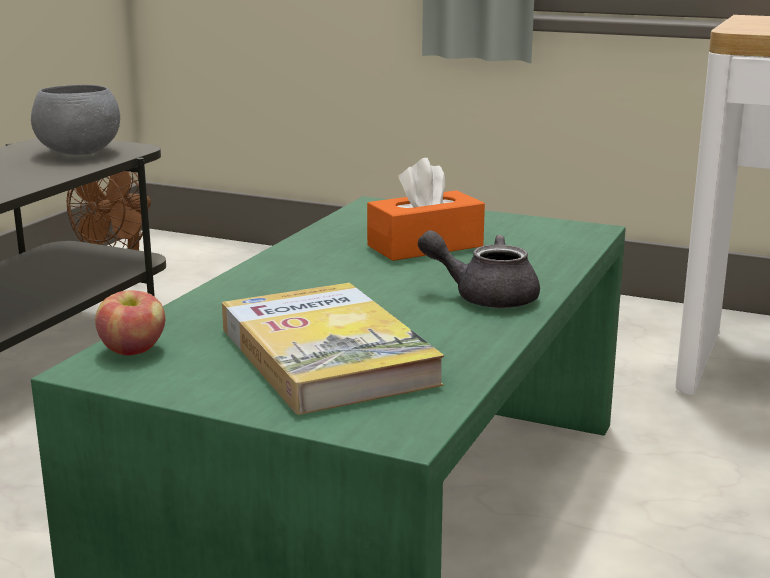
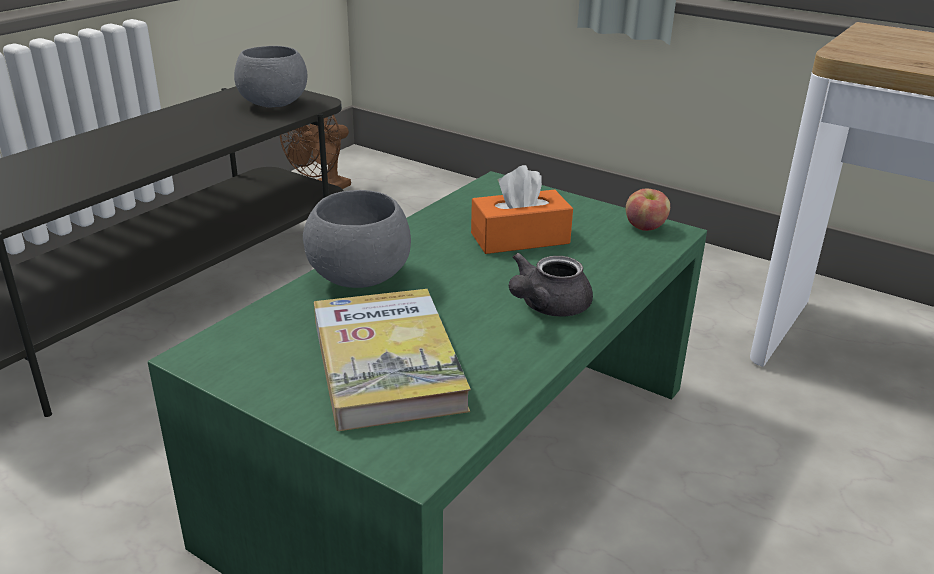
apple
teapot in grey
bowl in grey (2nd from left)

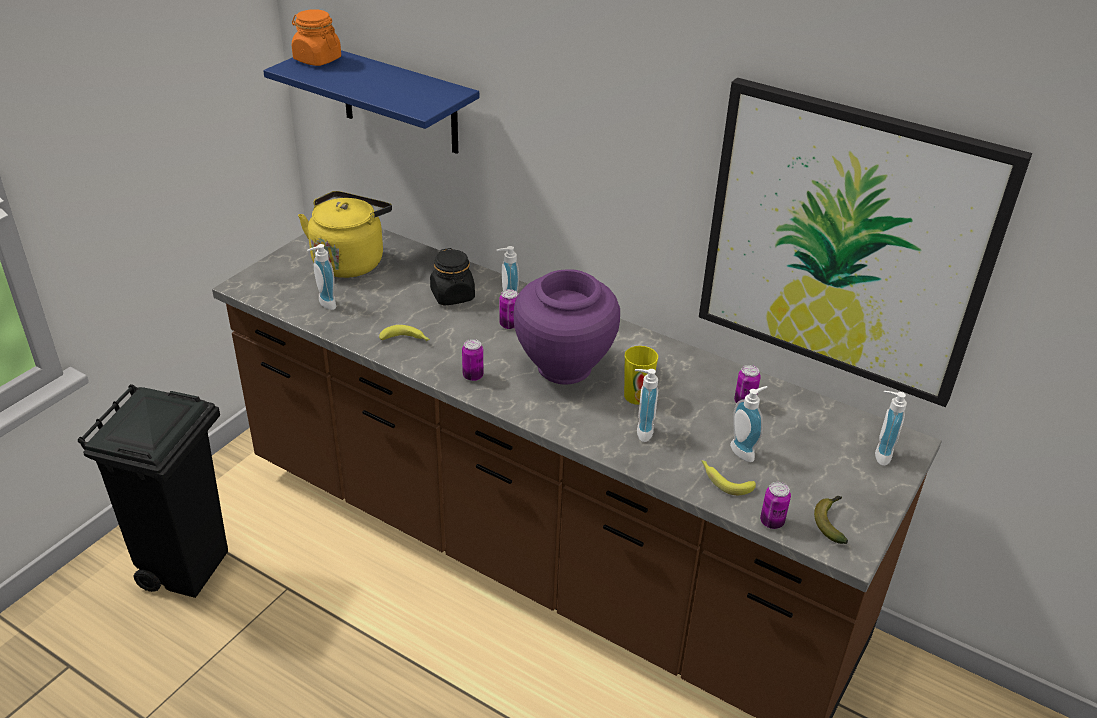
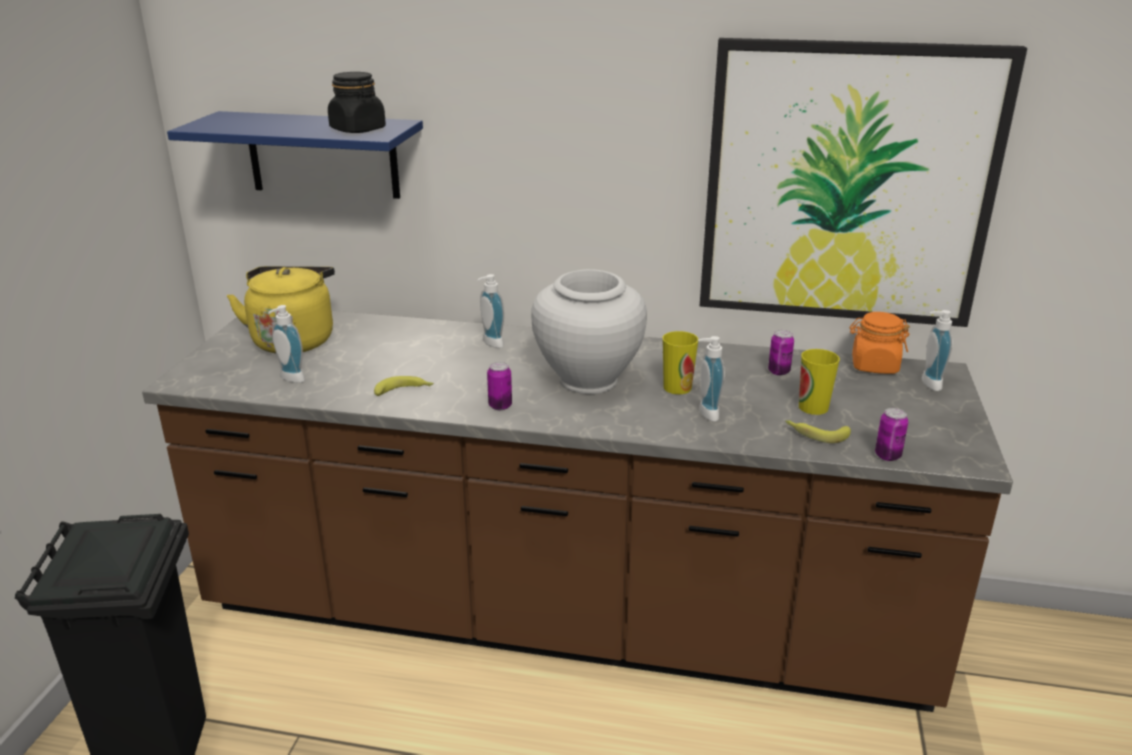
jar in orange
jar in black
can (2nd from left in the first image)
vase in white
cup (2nd from left)
banana (3rd from left in the first image)

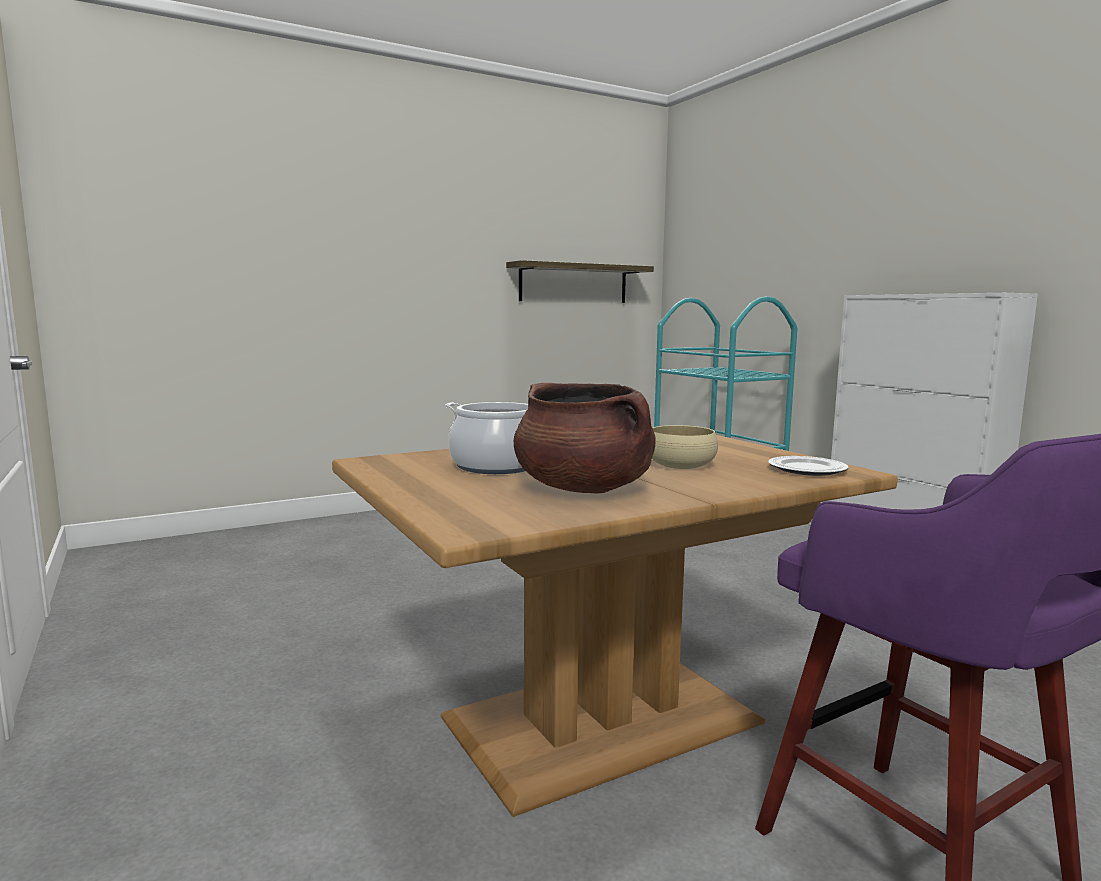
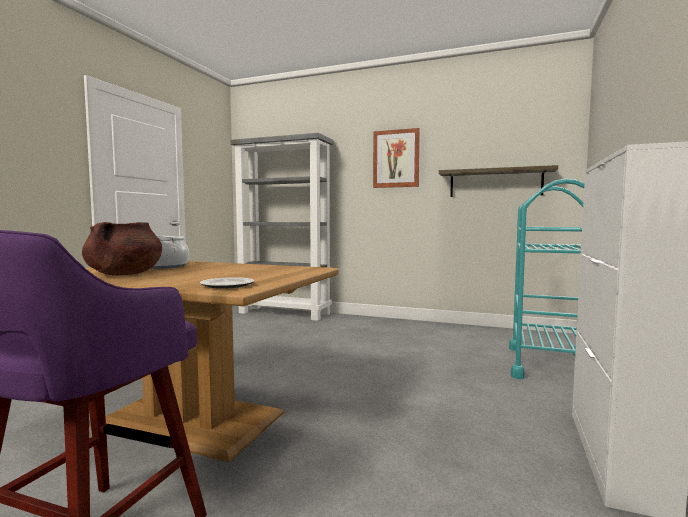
bowl in beige
bookcase in grey
picture

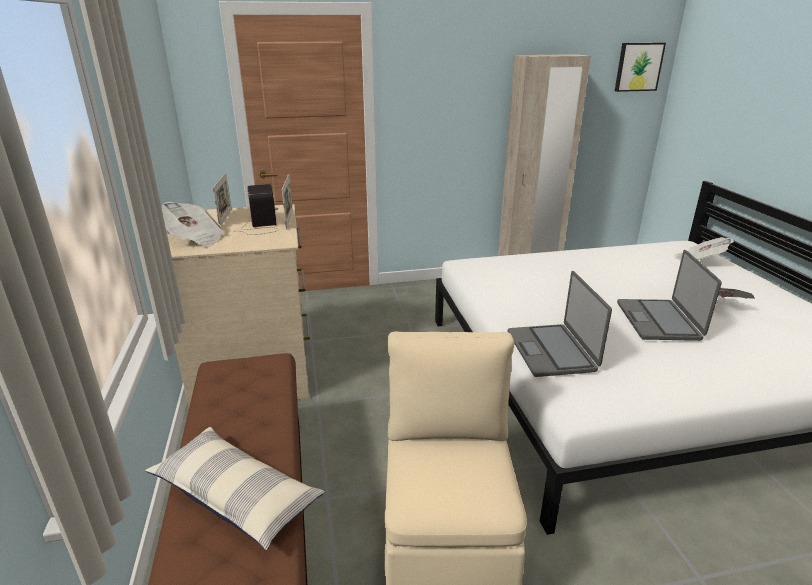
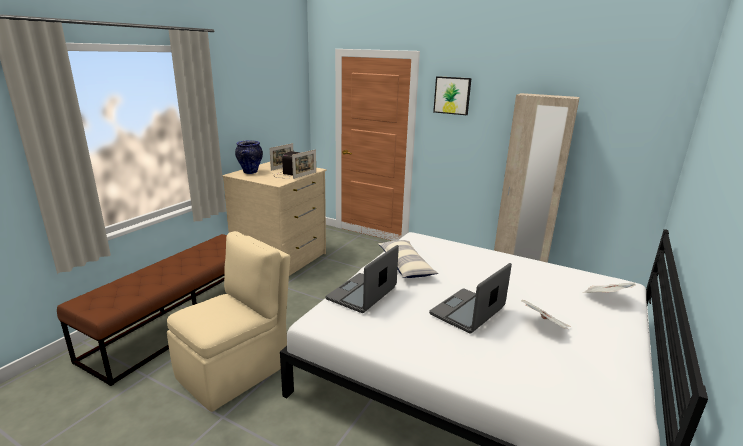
pillow
vase
picture

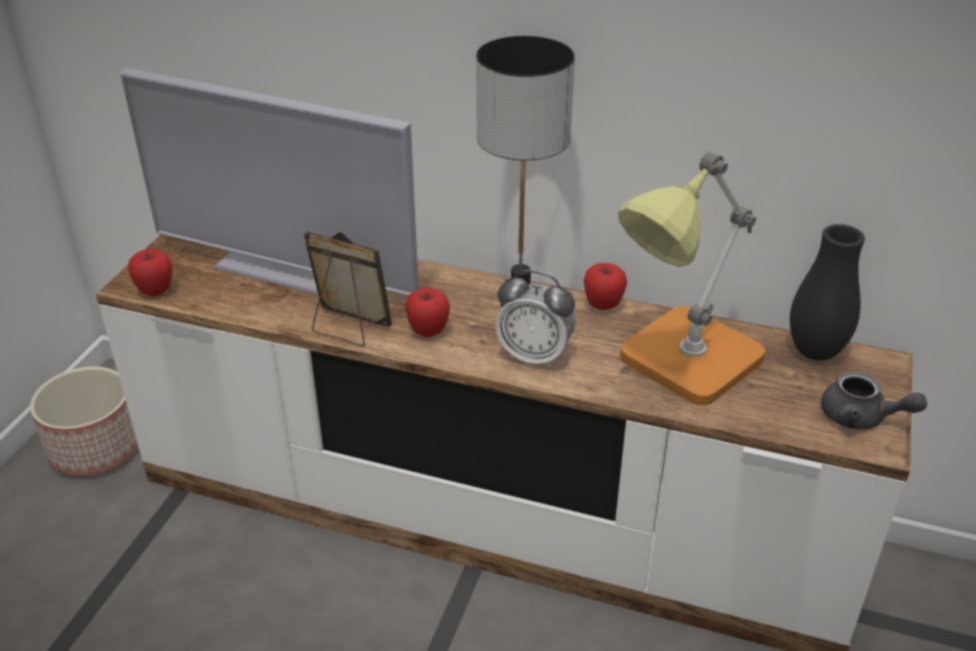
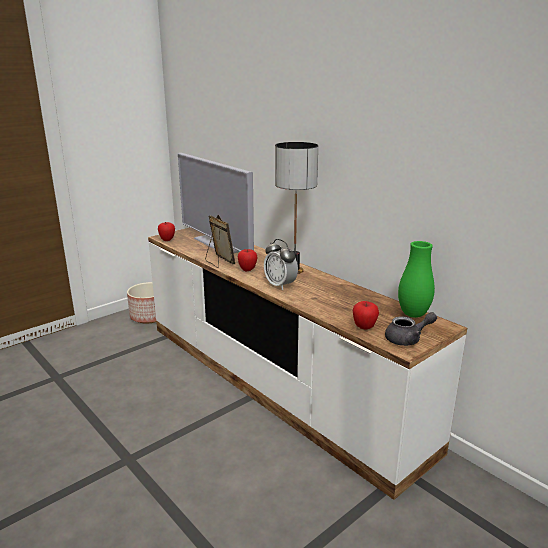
apple (3rd from left)
table lamp (2nd from left in the first image)
vase in green
teapot in grey

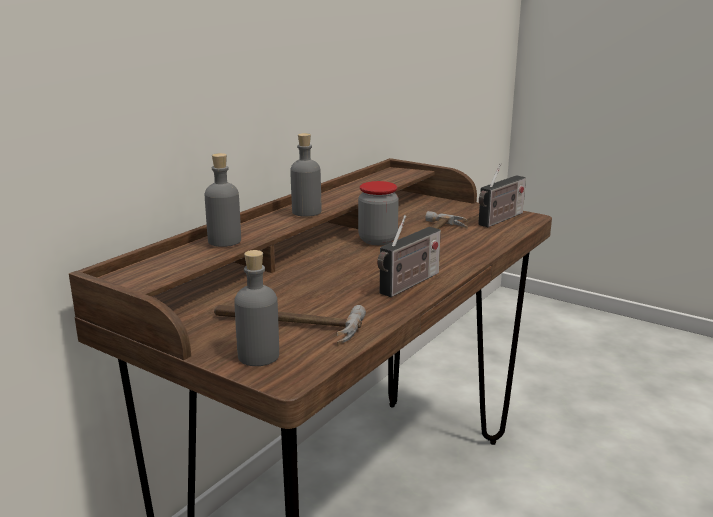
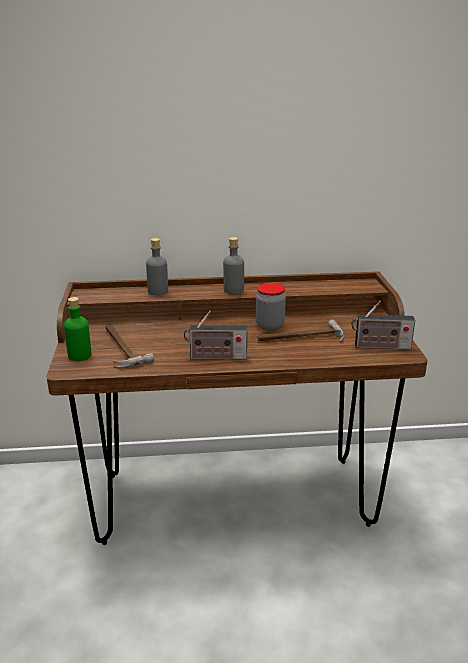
bottle in green

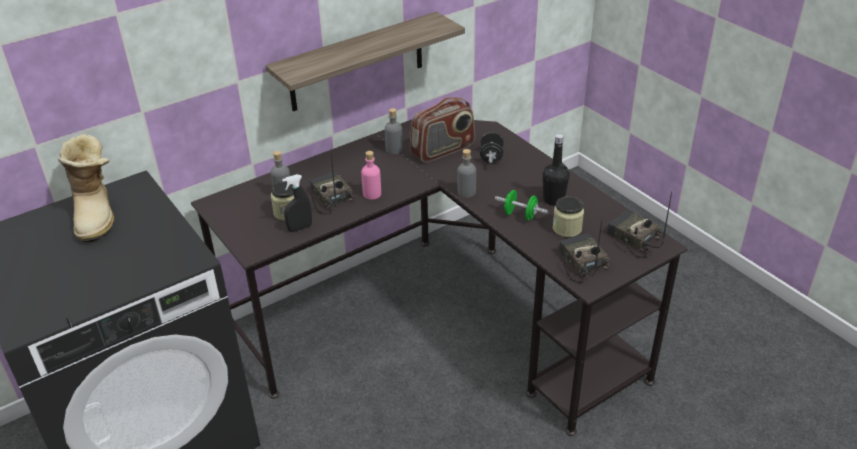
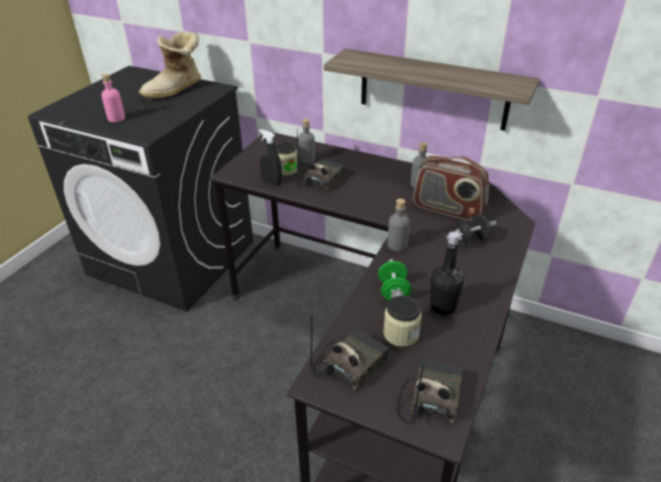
bottle in pink

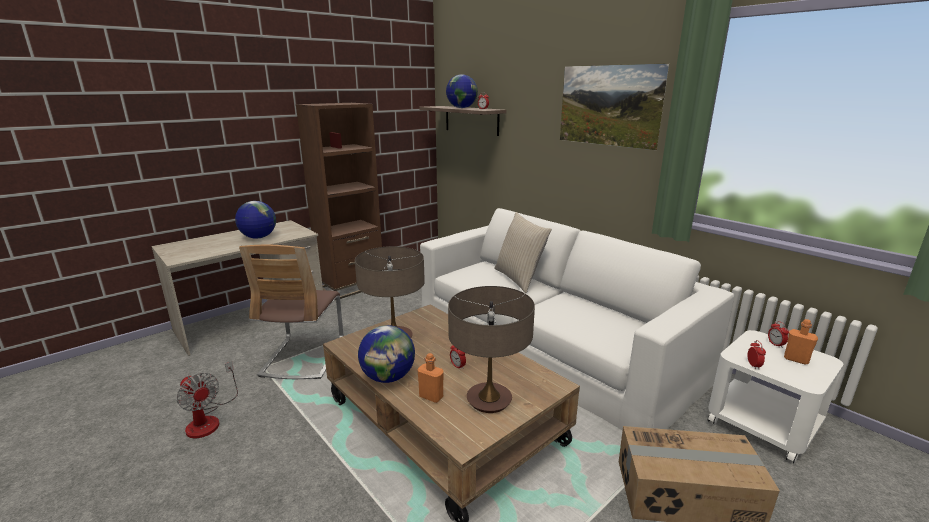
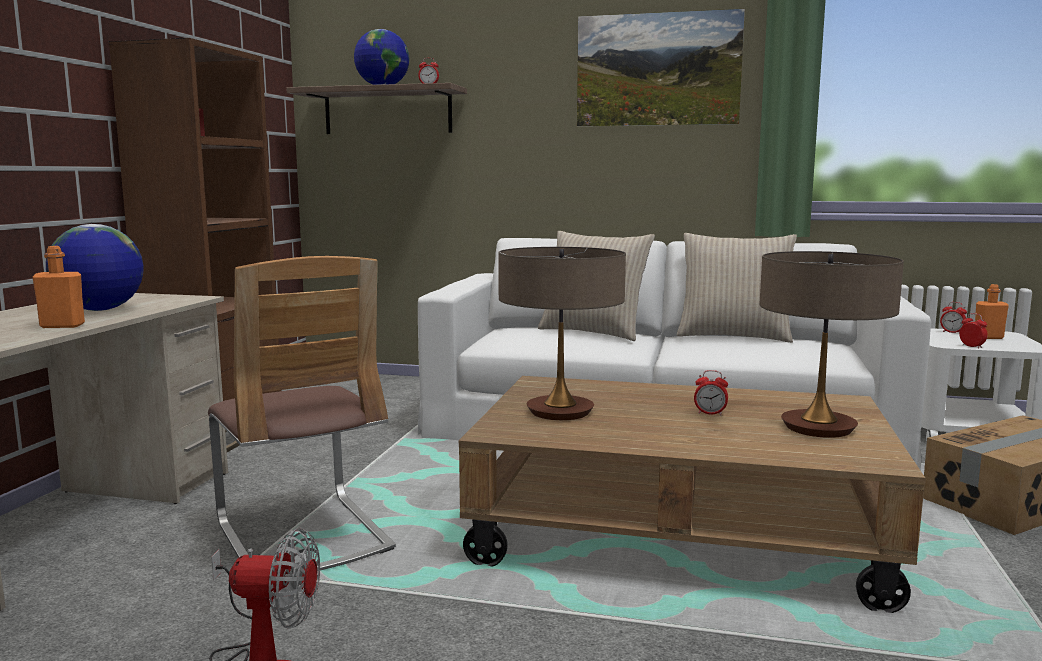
globe (2nd from left in the first image)
bottle in orange (1st from left)
pillow in beige (2nd from left)

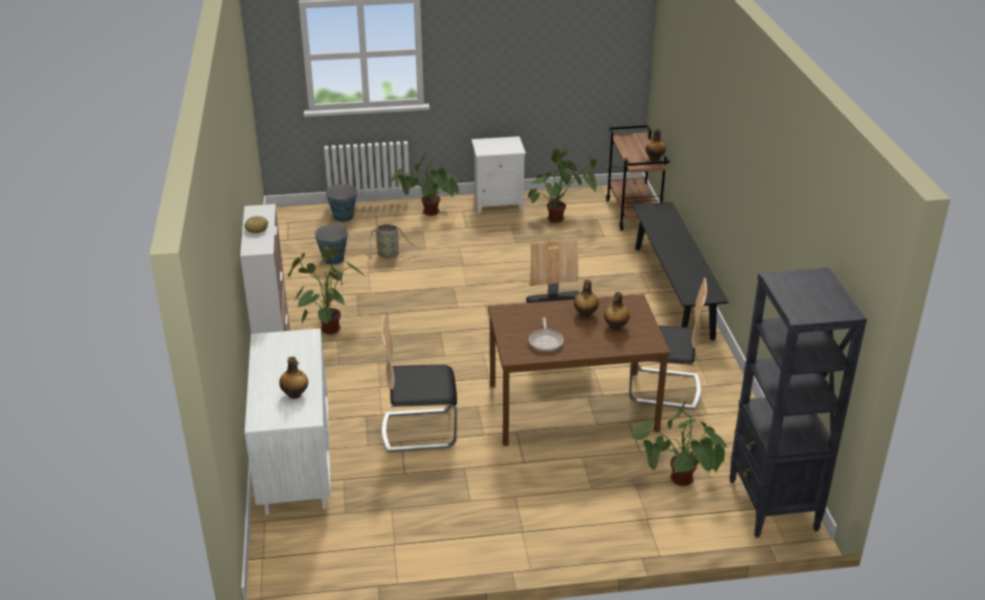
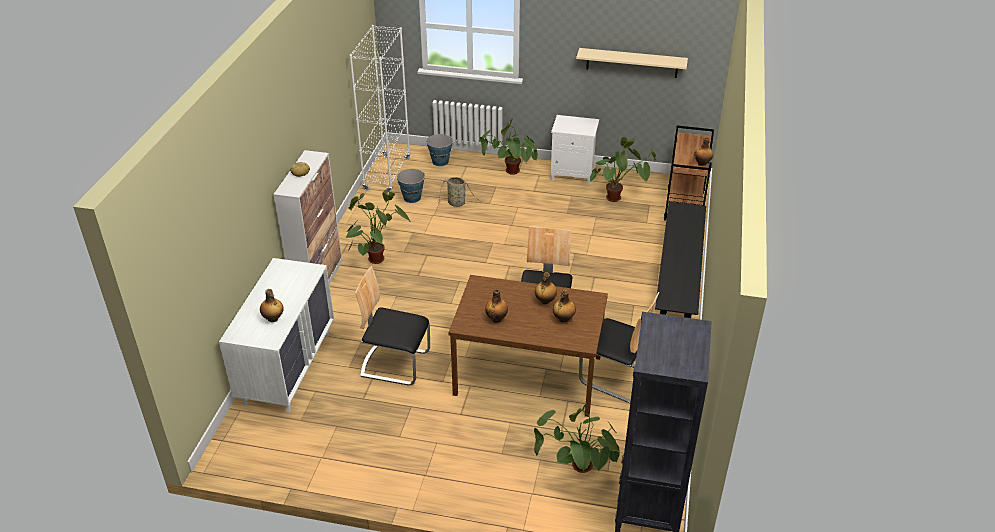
bottle (2nd from left)
bookcase in white
shelf in beige

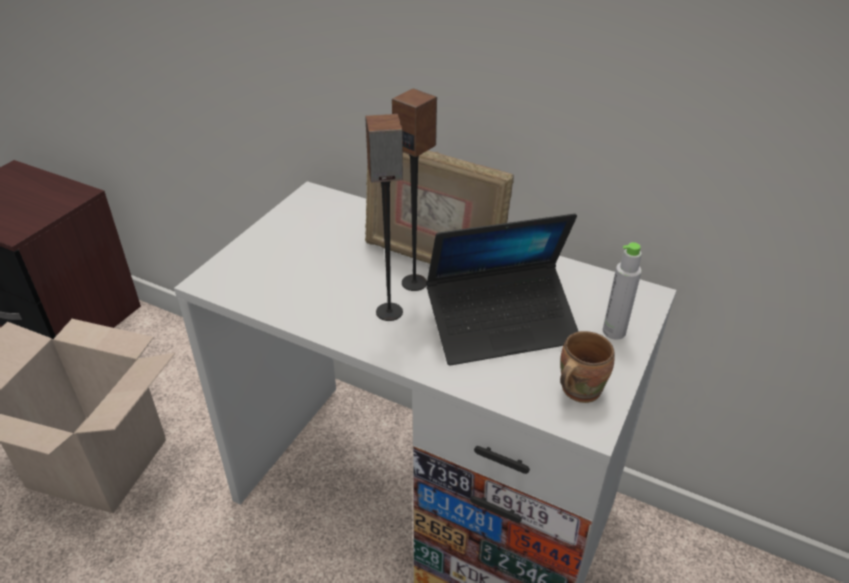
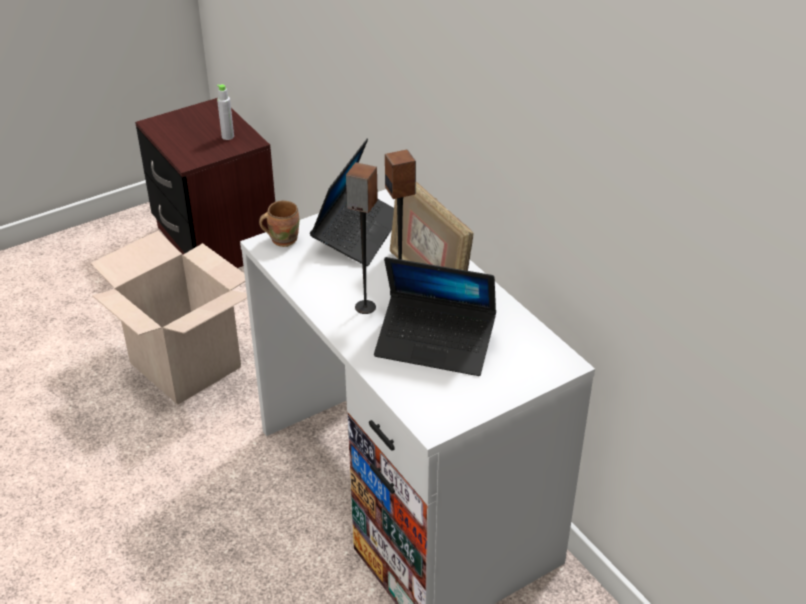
mug in brown
bottle in grey
laptop (1st from left)

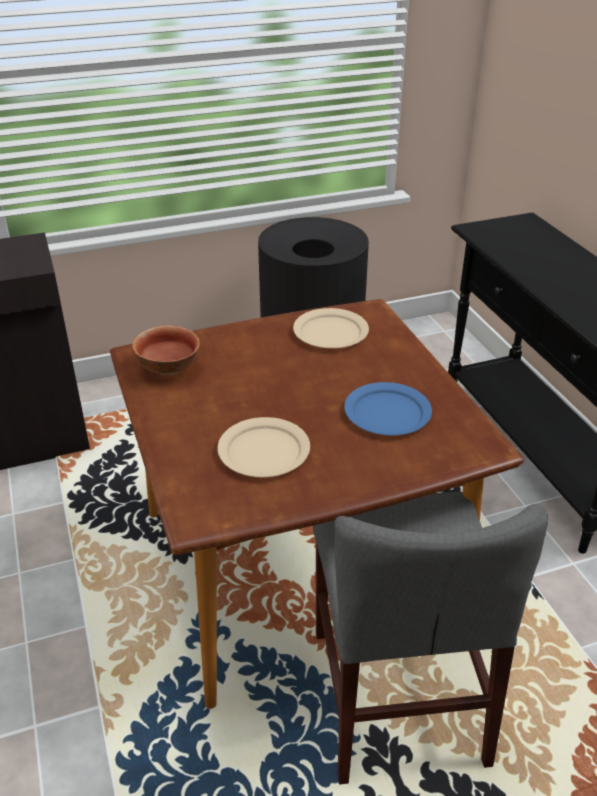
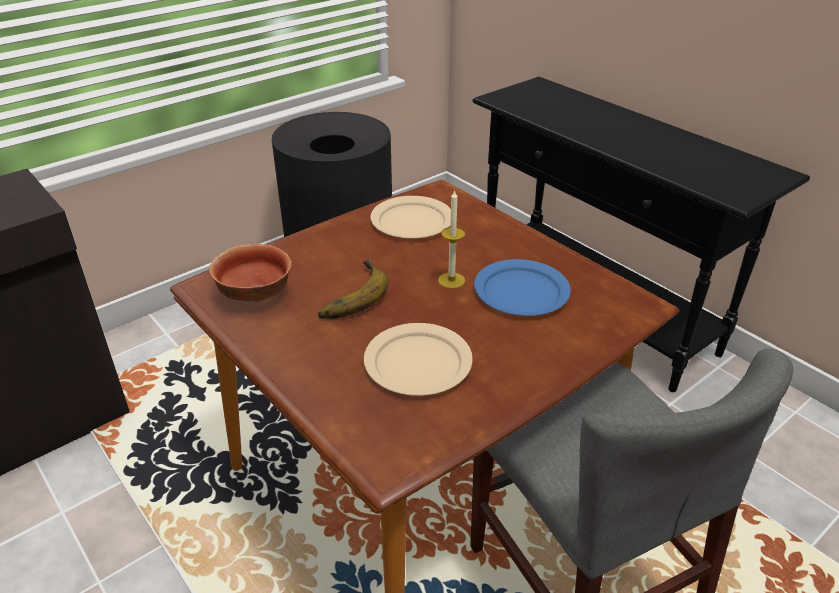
banana
candle

